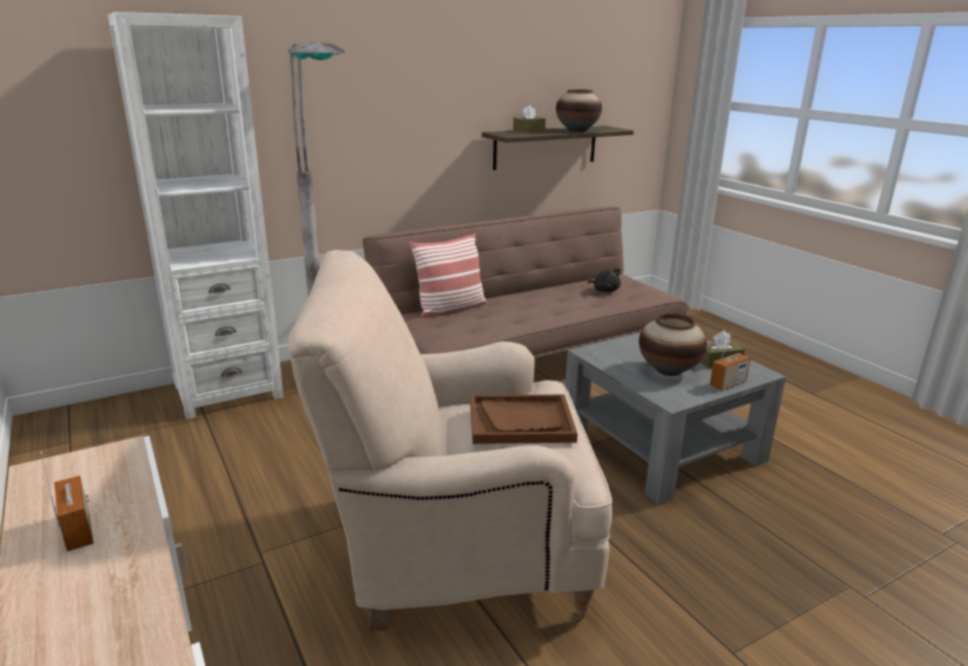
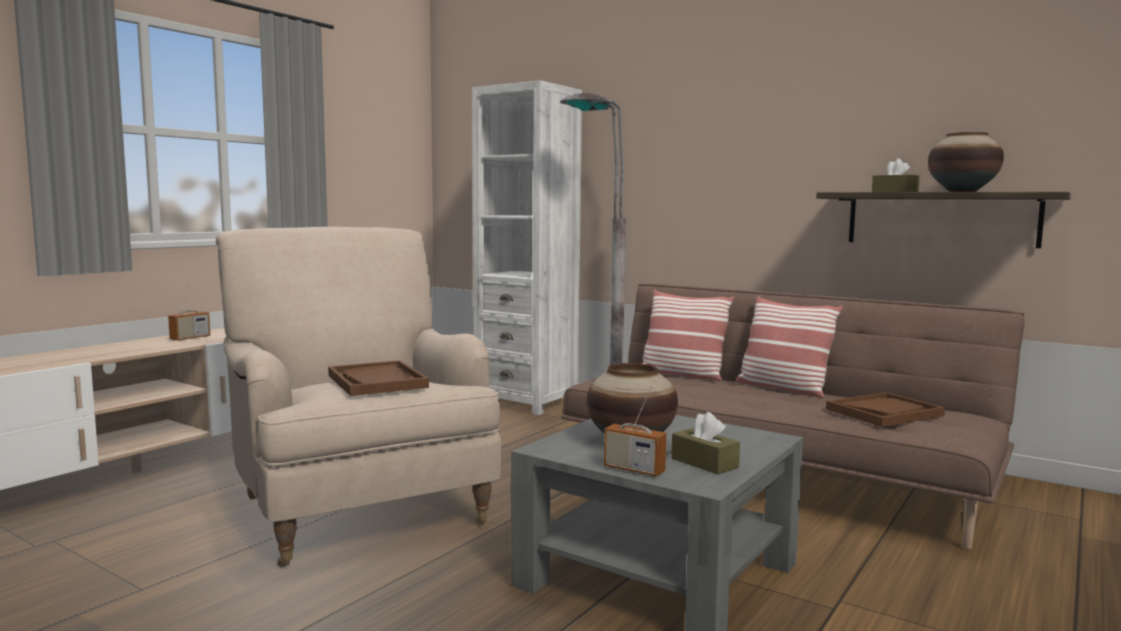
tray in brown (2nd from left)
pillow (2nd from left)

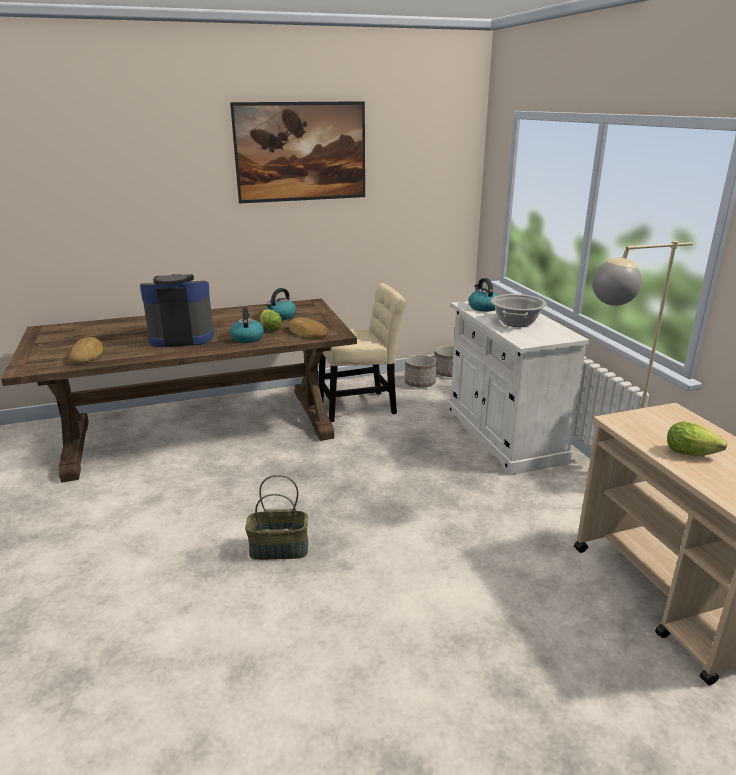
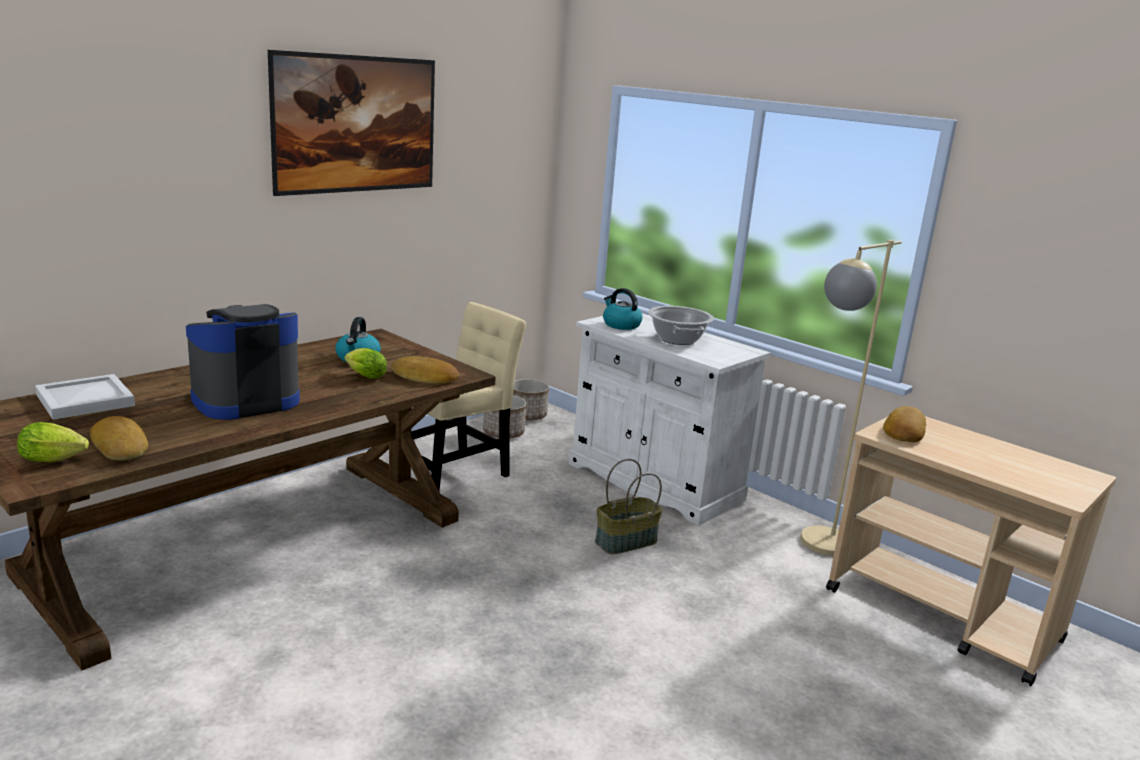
kettle (1st from left in the first image)
basket
lettuce (1st from left)
tray in white
bread (3rd from left)

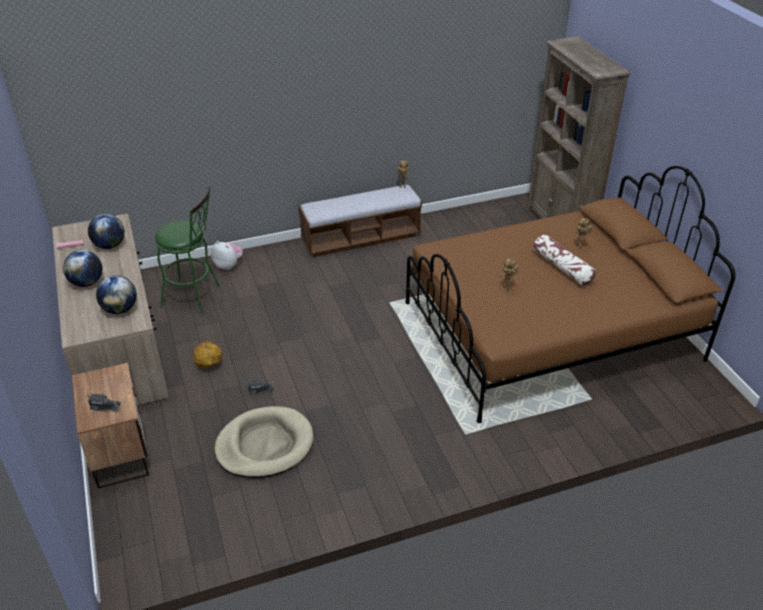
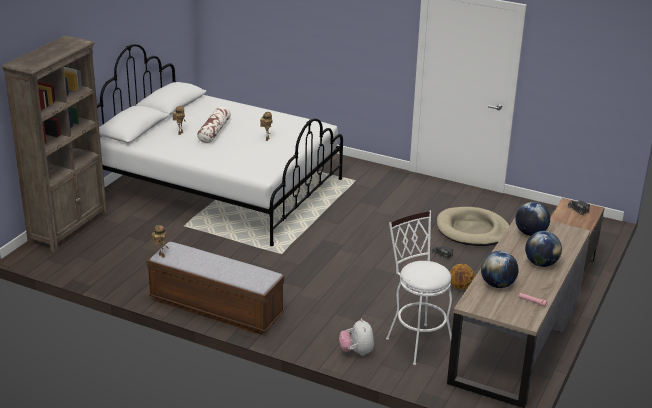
stool in white
bed in white

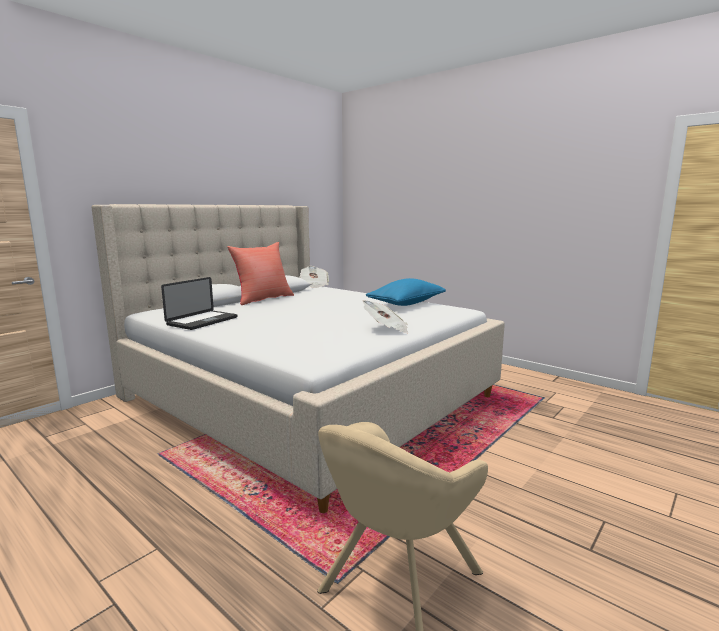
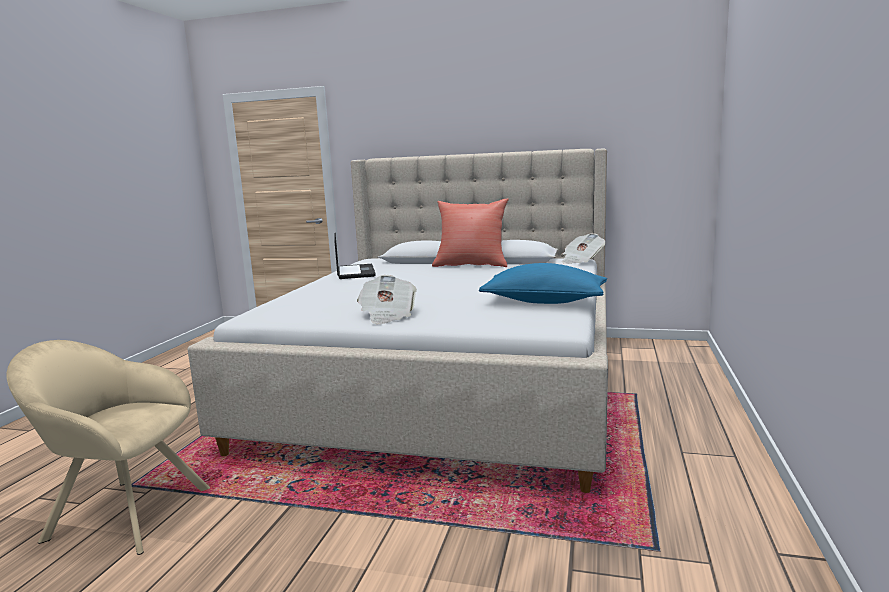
laptop

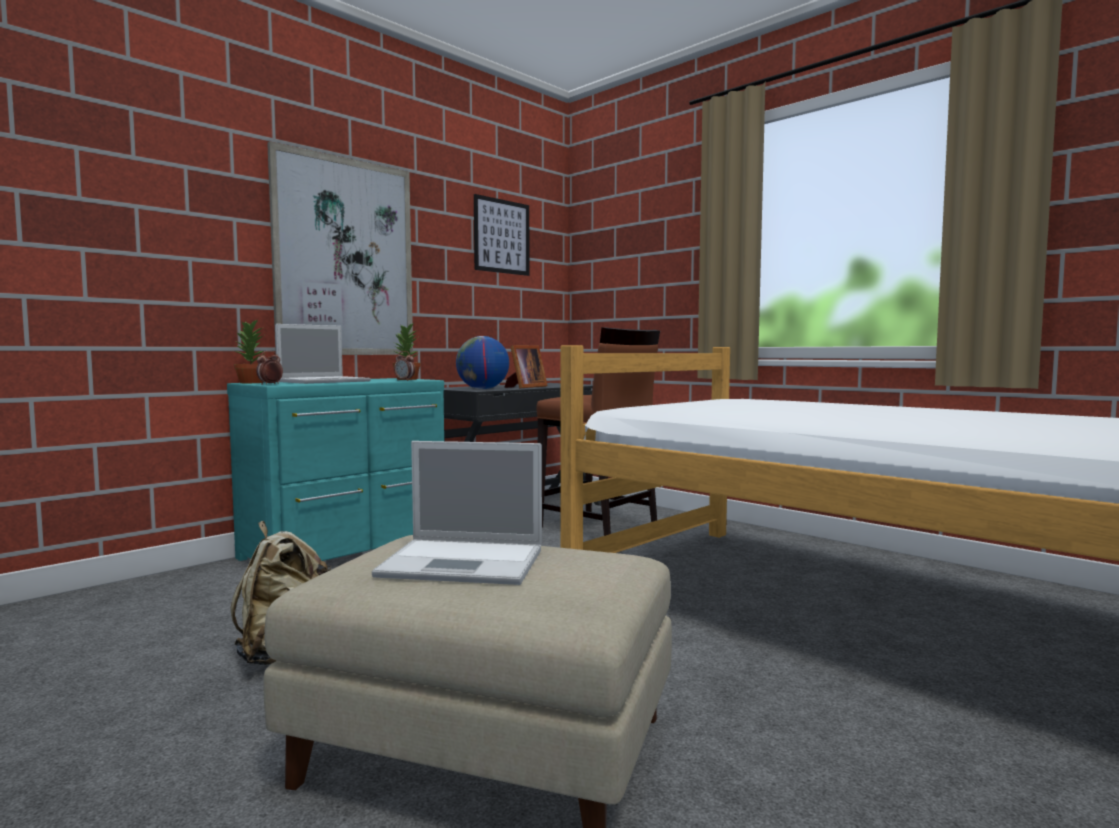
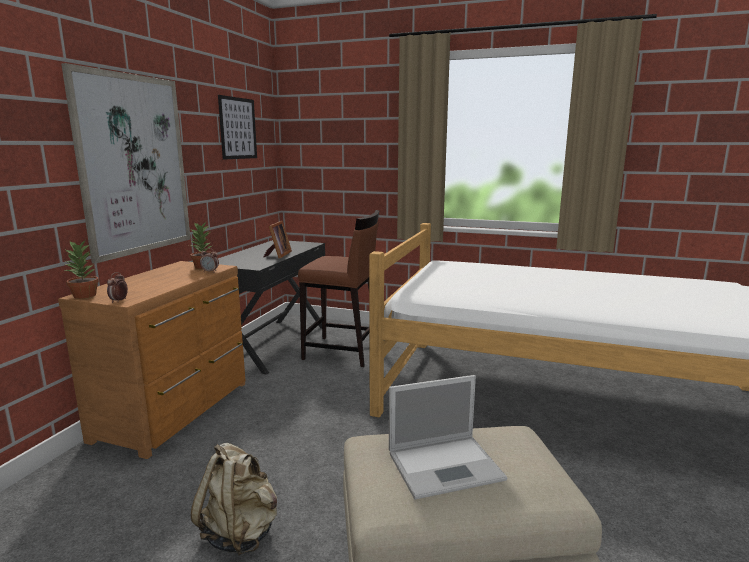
dresser in brown
laptop (1st from left in the first image)
globe

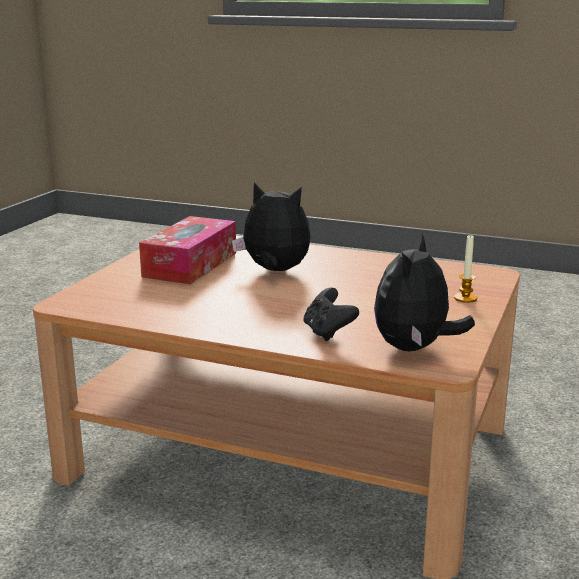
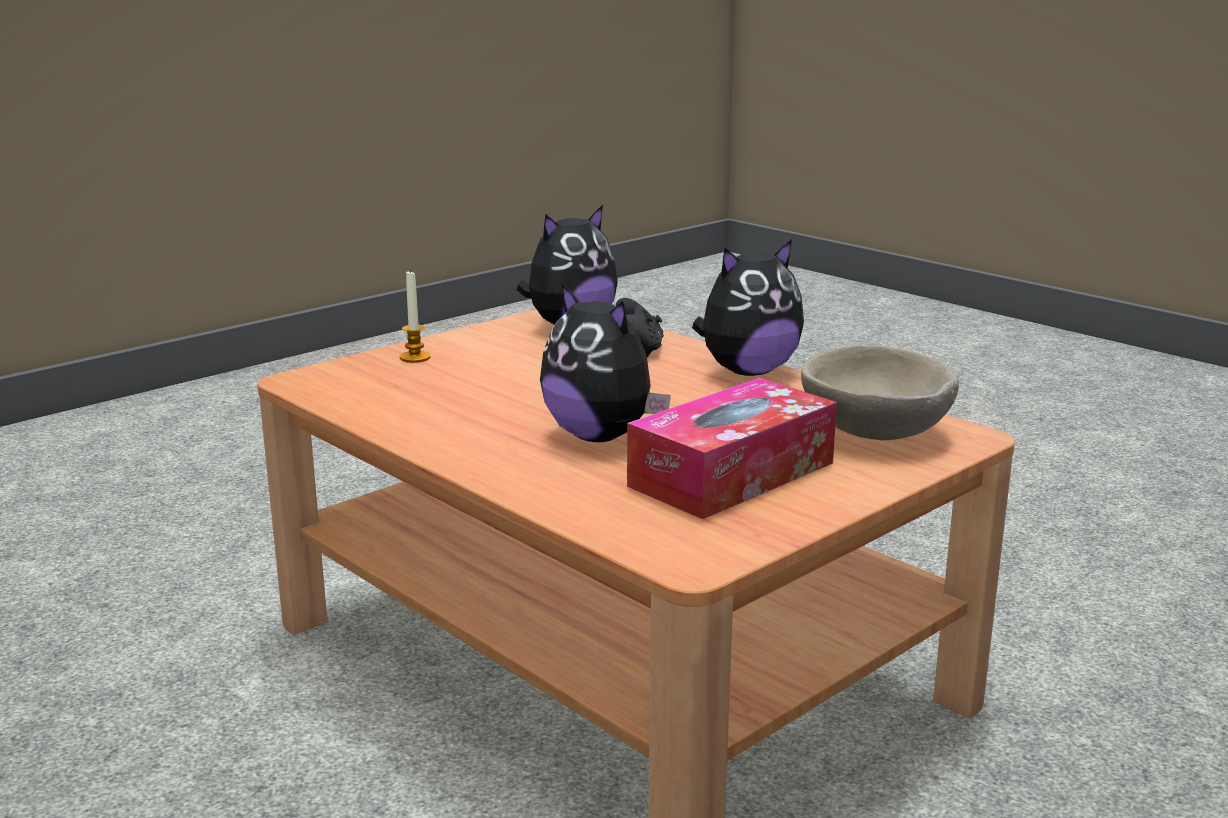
plush toy (3rd from left)
bowl in beige

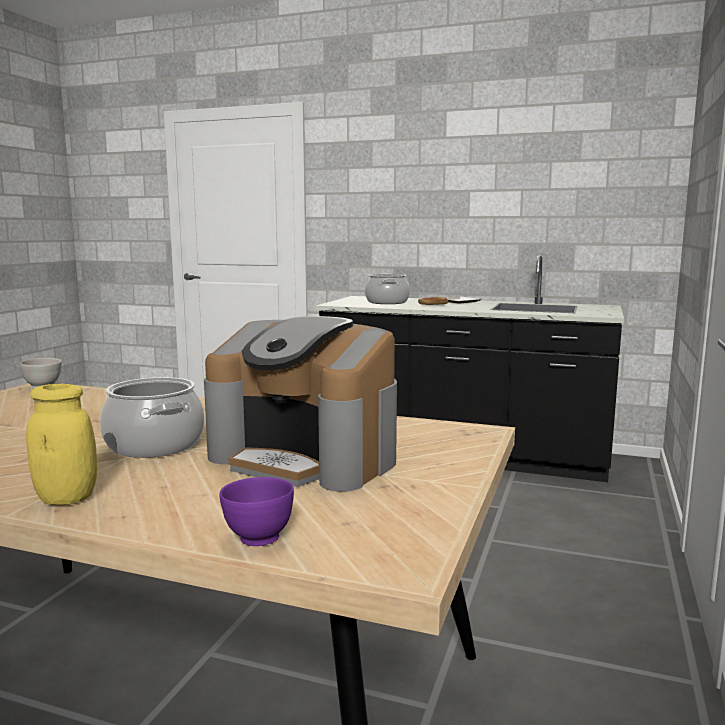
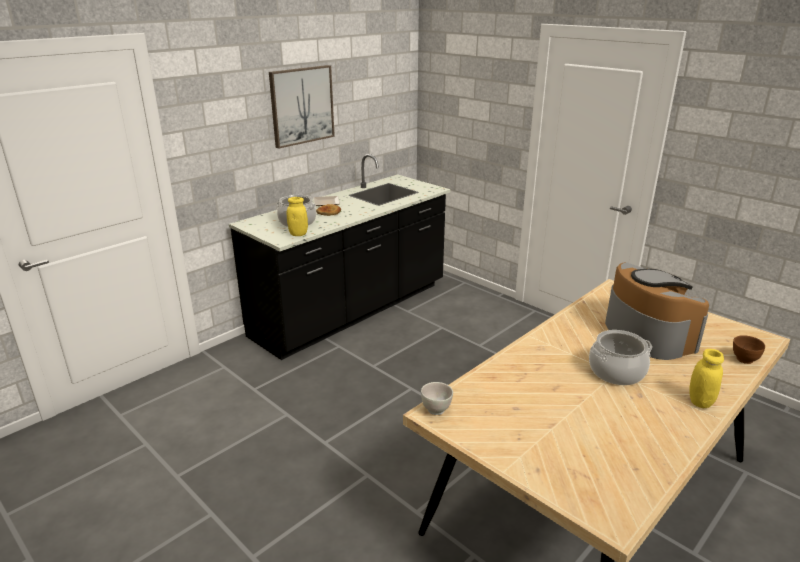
coffee machine
bowl in brown
picture
jar in yellow (1st from left)

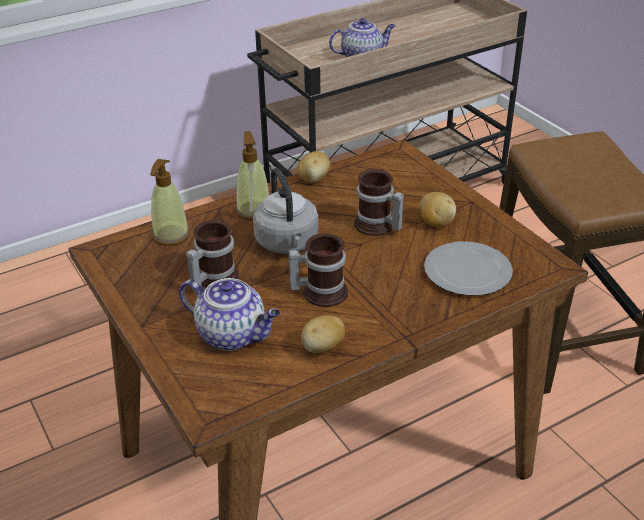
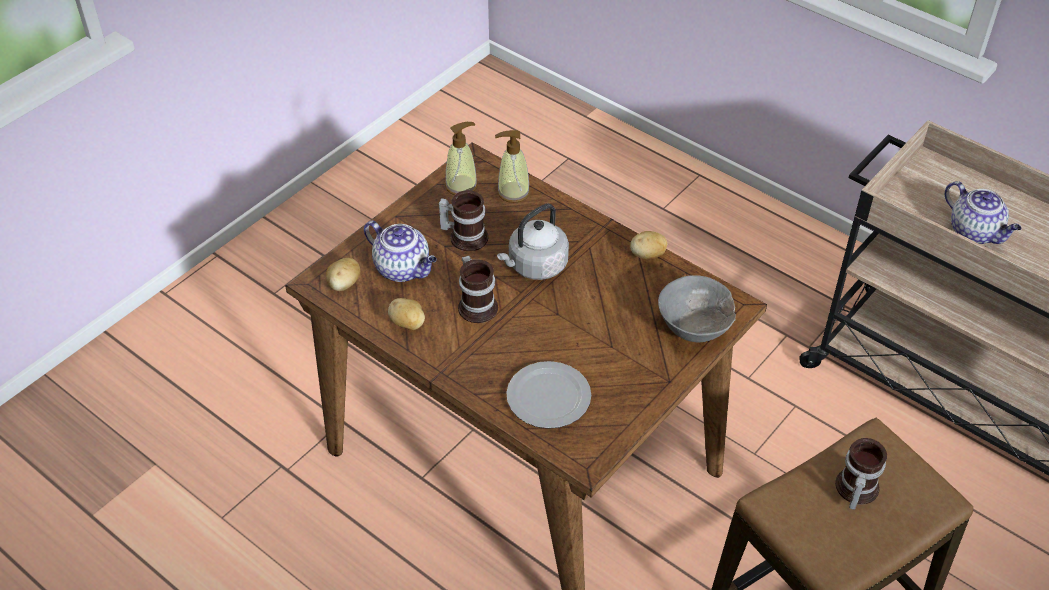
teapot (1st from left)
soap dispenser (1st from left)
mug (3rd from left)
potato (1st from left)
bowl in grey

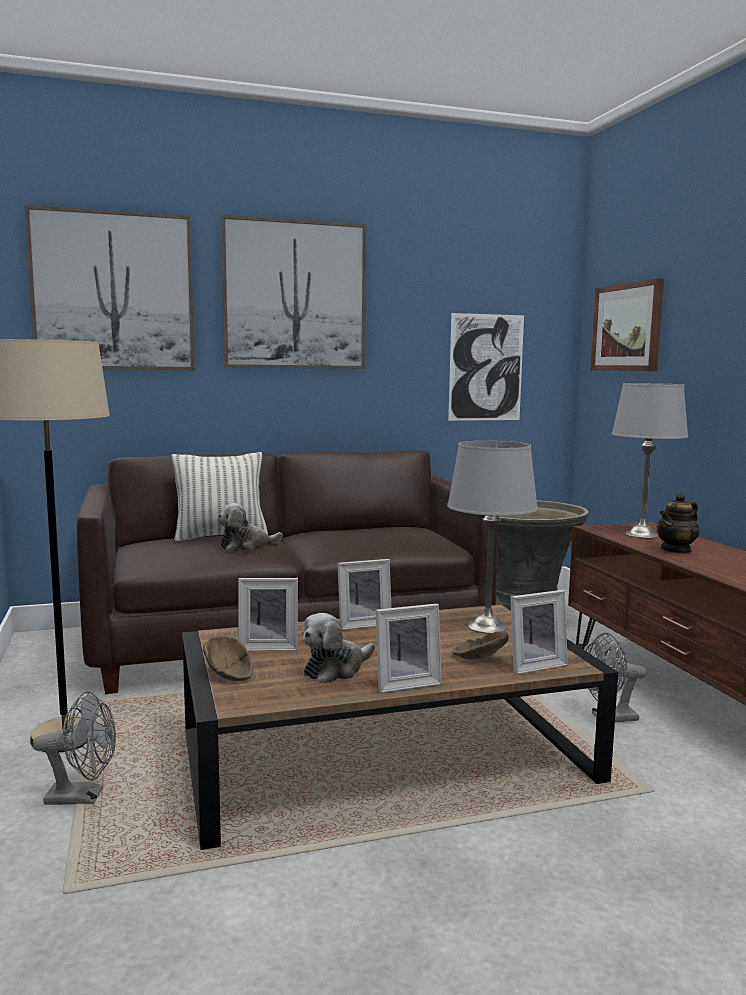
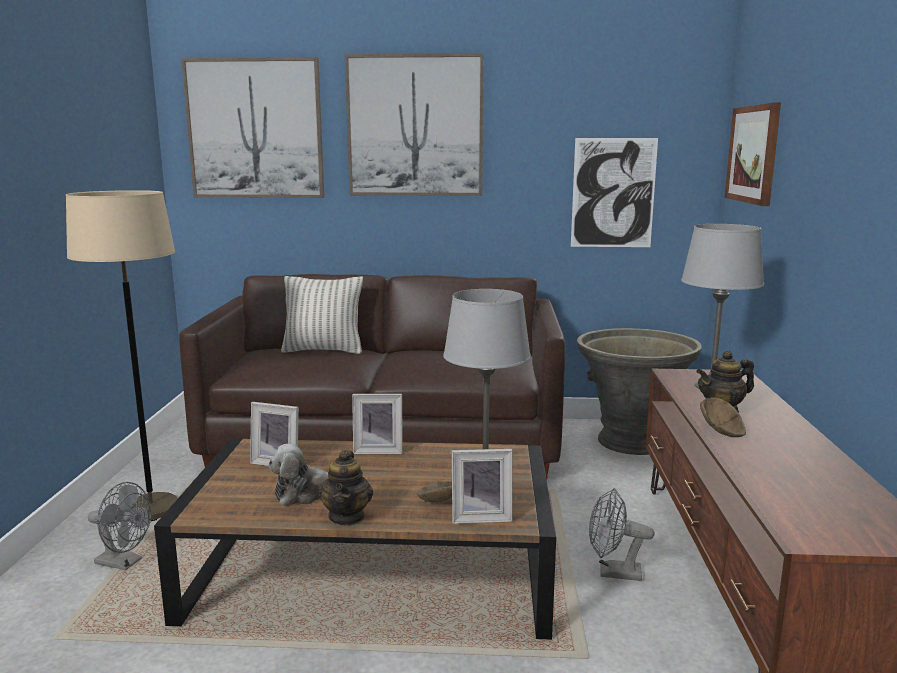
bowl in brown (2nd from left)
plush toy (1st from left in the first image)
teapot (1st from left)

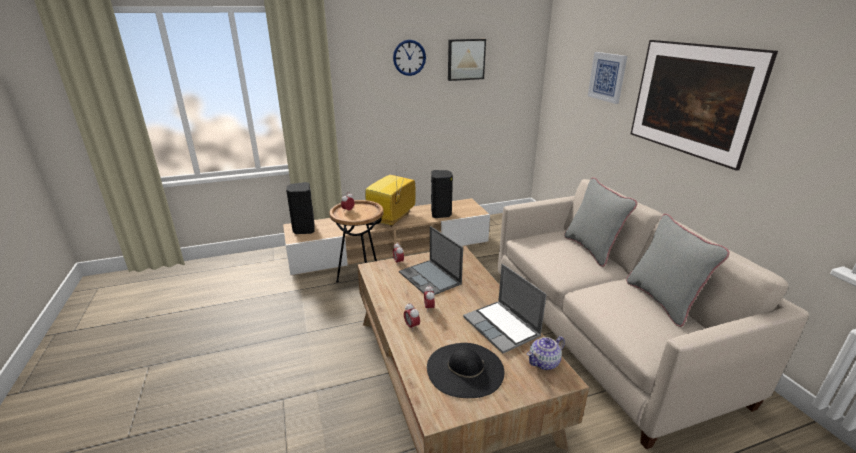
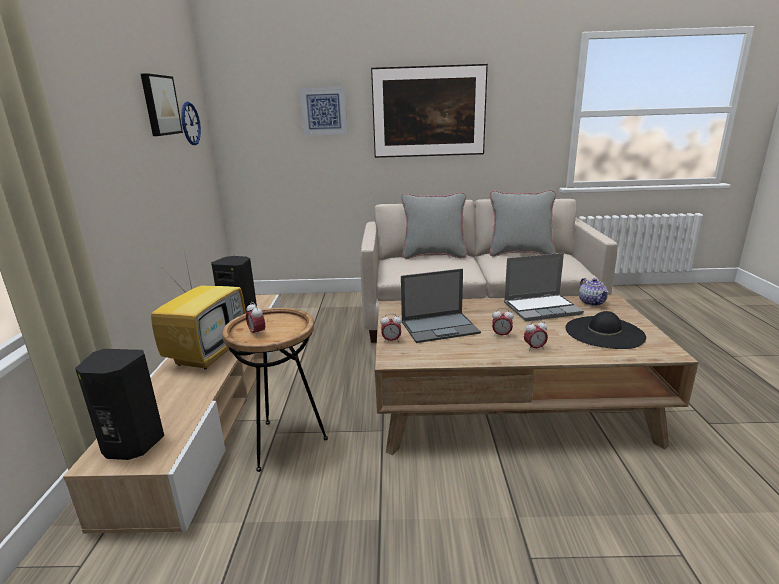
television
wall clock

